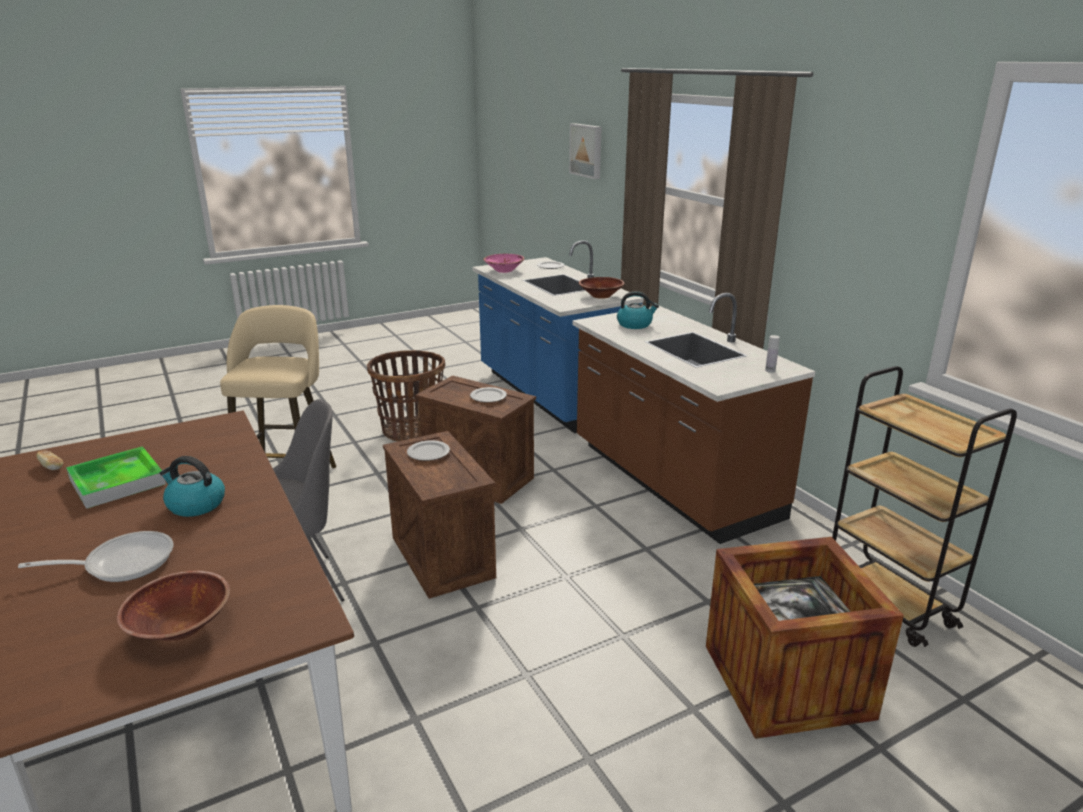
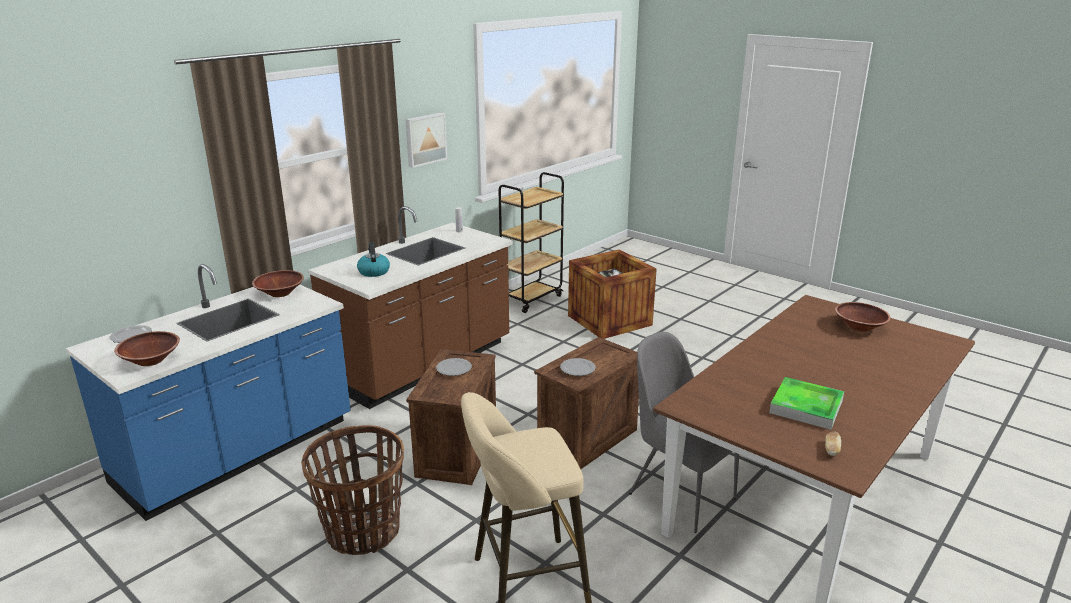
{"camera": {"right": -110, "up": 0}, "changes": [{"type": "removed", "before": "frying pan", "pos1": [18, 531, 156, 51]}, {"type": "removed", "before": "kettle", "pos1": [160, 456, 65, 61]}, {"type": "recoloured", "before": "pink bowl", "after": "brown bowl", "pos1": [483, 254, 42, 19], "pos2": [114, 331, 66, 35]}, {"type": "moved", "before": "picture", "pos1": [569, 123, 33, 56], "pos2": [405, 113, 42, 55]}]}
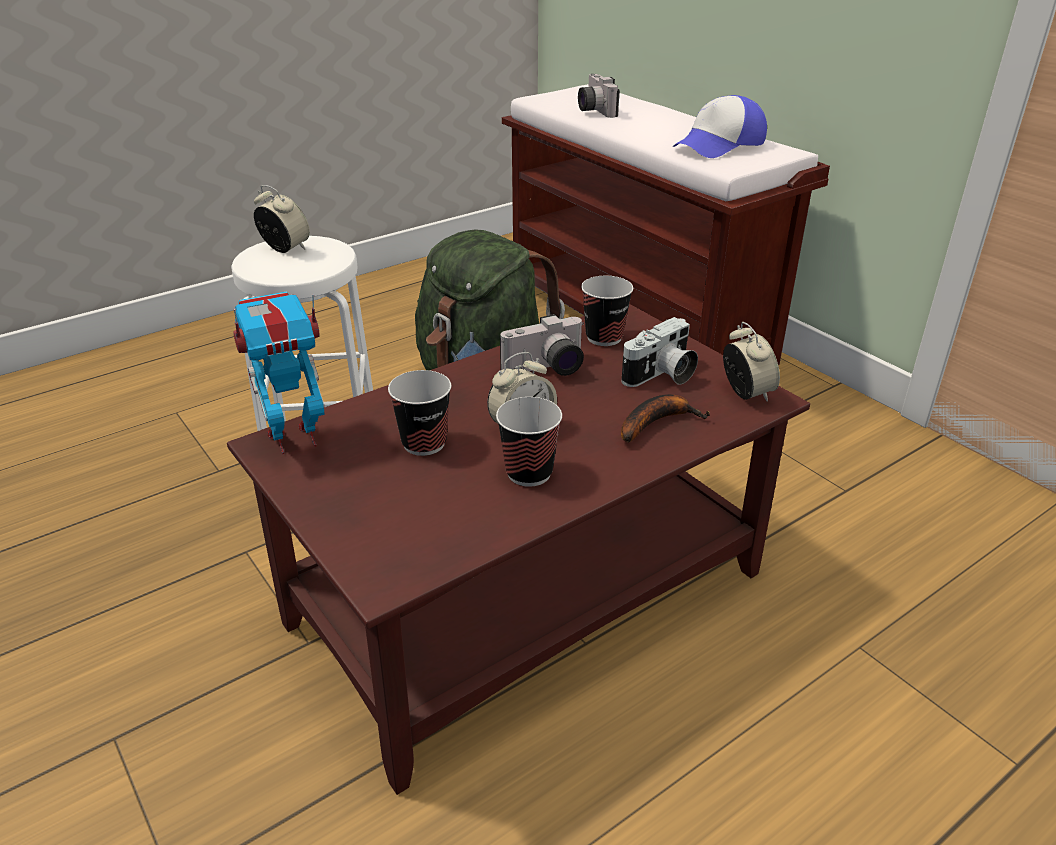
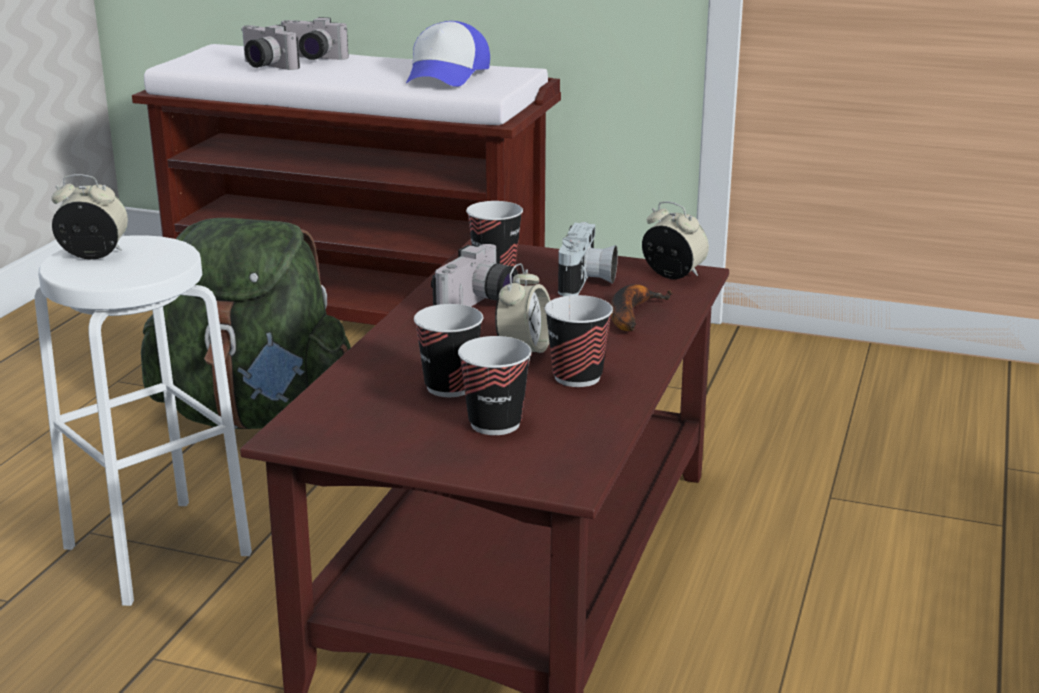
{"camera": {"right": -35, "up": -10}, "changes": [{"type": "removed", "before": "toy robot", "pos1": [233, 292, 92, 162]}, {"type": "added", "after": "photo camera", "pos2": [281, 17, 68, 43]}, {"type": "added", "after": "cup", "pos2": [458, 336, 74, 99]}]}
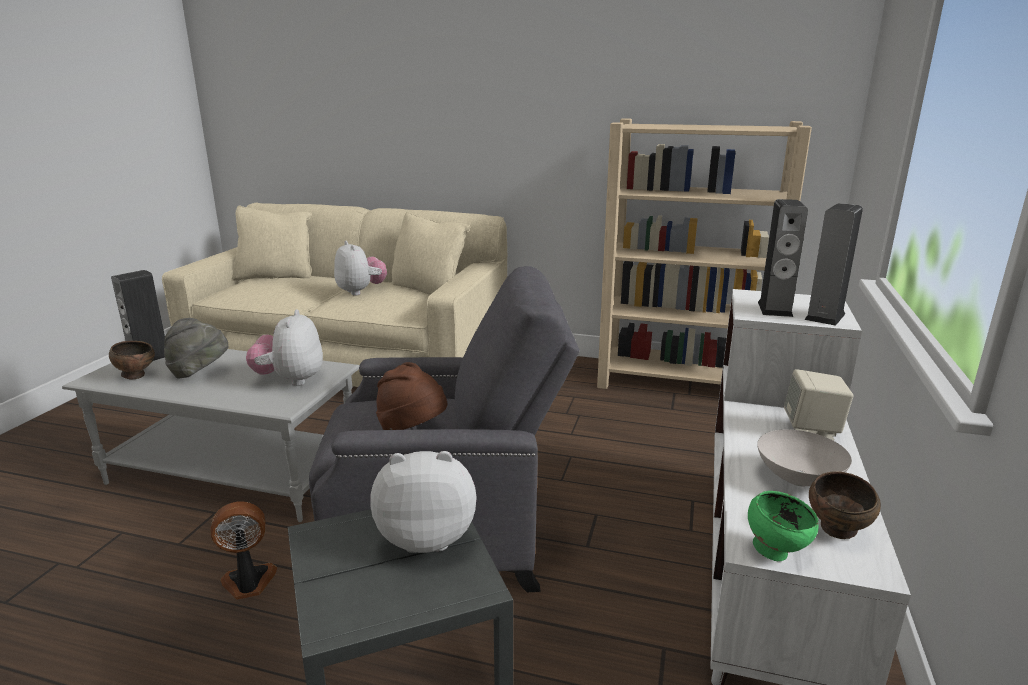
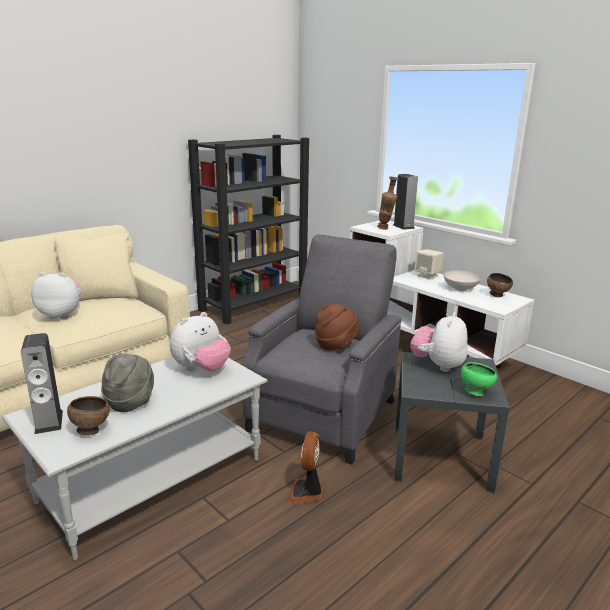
{"camera": {"right": -60, "up": 0}, "changes": [{"type": "turned", "before": "plush toy", "pos1": [246, 309, 77, 77], "pos2": [170, 312, 61, 60], "turn": -75}, {"type": "recoloured", "before": "beige bookcase", "after": "black bookcase", "pos1": [597, 118, 215, 271], "pos2": [188, 135, 121, 190]}, {"type": "moved", "before": "green bowl", "pos1": [748, 491, 71, 70], "pos2": [461, 362, 36, 34]}, {"type": "replaced", "before": "speaker", "after": "vase", "pos1": [758, 199, 50, 118], "pos2": [377, 177, 22, 53]}]}
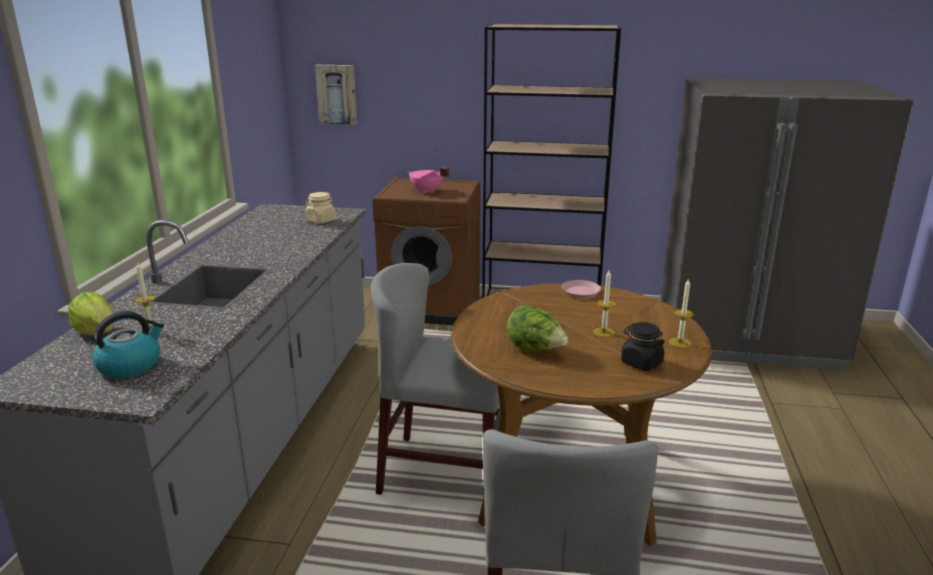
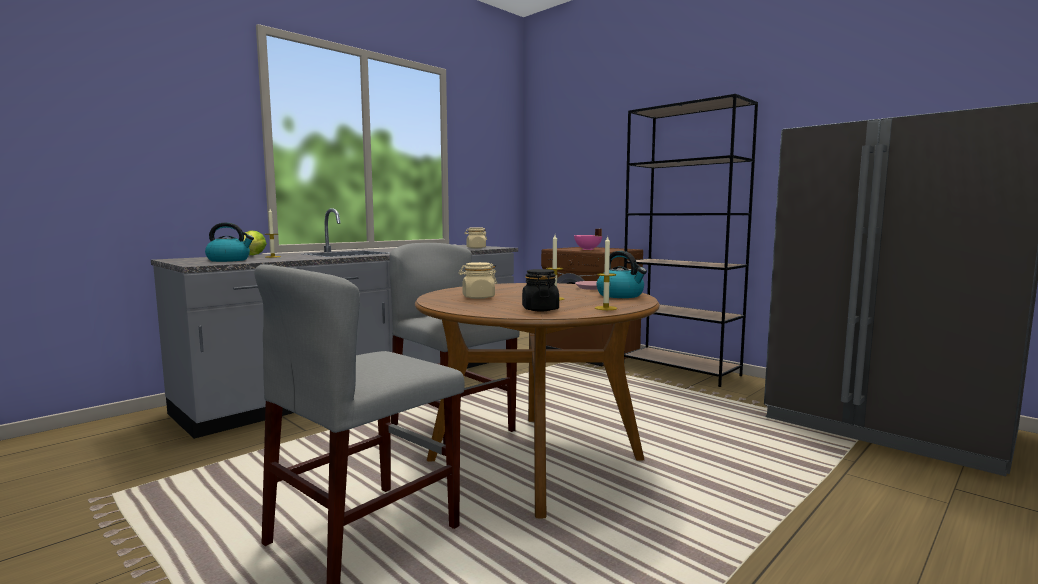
{"camera": {"right": 35, "up": -15}, "changes": [{"type": "removed", "before": "picture", "pos1": [315, 65, 42, 60]}, {"type": "replaced", "before": "lettuce", "after": "beige jar", "pos1": [507, 305, 61, 46], "pos2": [459, 262, 38, 37]}, {"type": "added", "after": "kettle", "pos2": [596, 251, 51, 47]}]}
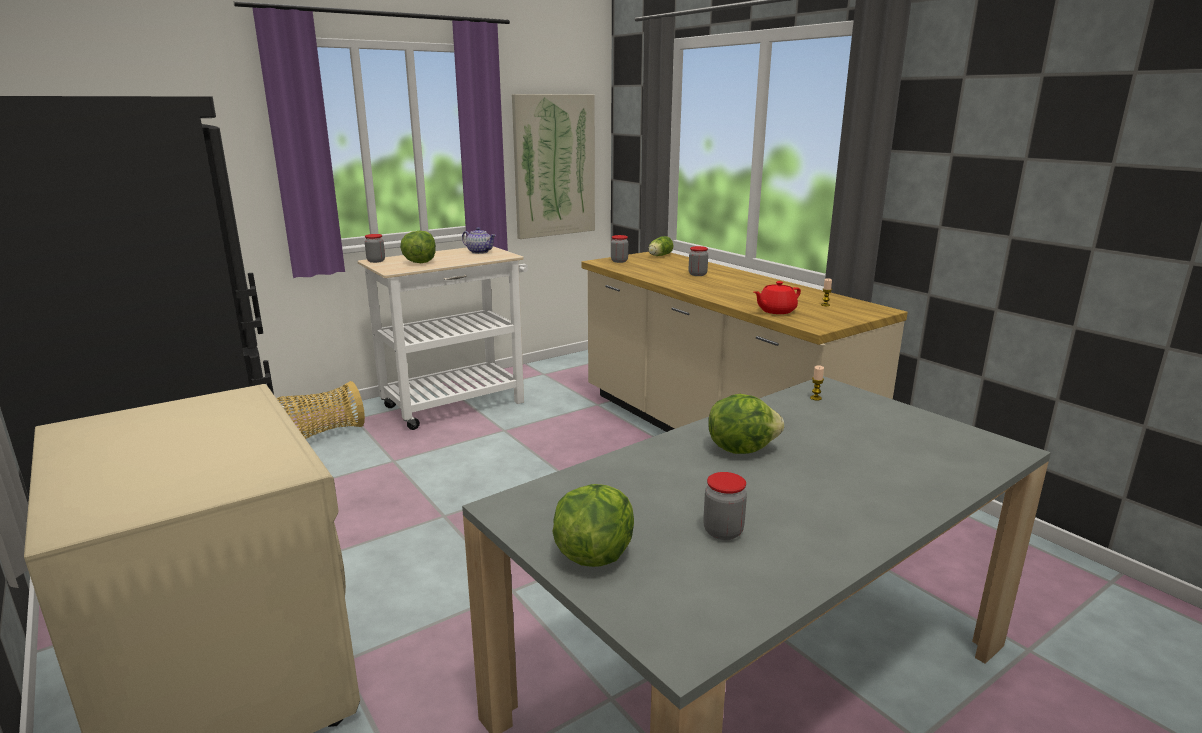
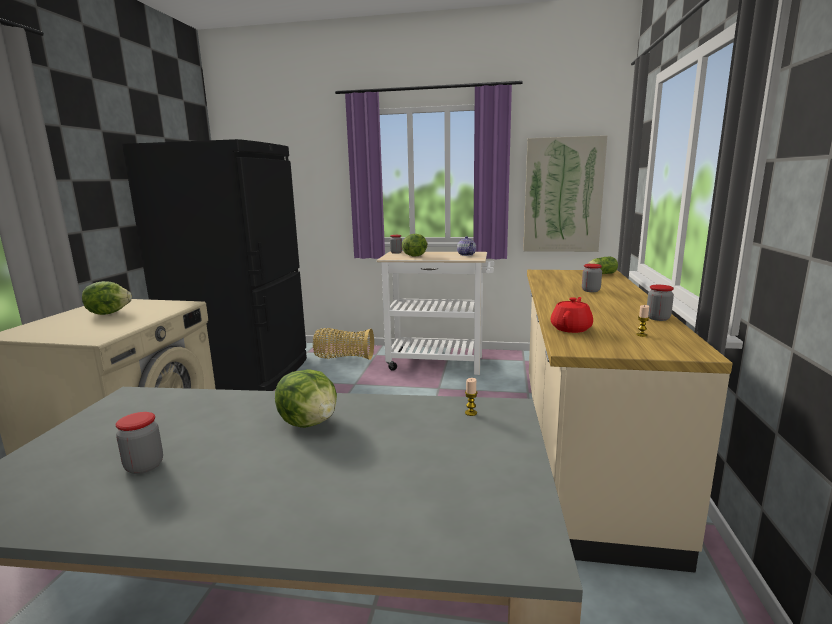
{"camera": {"right": 45, "up": -5}, "changes": [{"type": "moved", "before": "lettuce", "pos1": [552, 484, 82, 83], "pos2": [82, 281, 50, 34]}, {"type": "moved", "before": "jar", "pos1": [611, 235, 17, 28], "pos2": [647, 285, 27, 36]}, {"type": "turned", "before": "red teapot", "pos1": [754, 281, 47, 33], "pos2": [550, 297, 43, 36], "turn": 105}]}
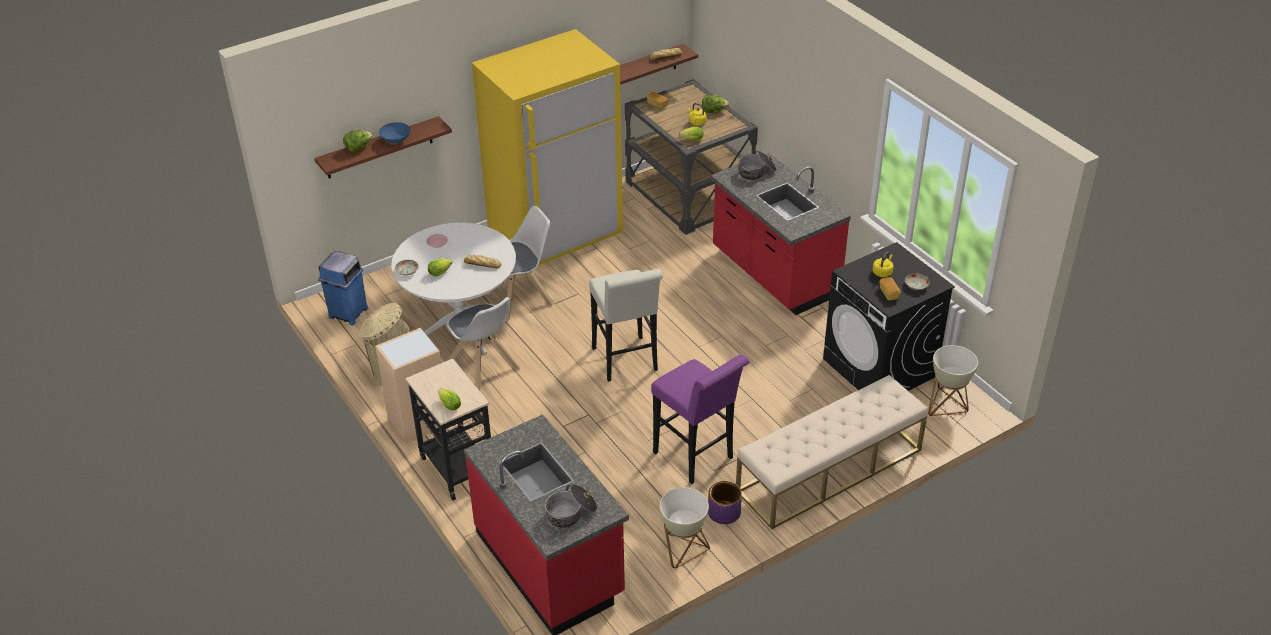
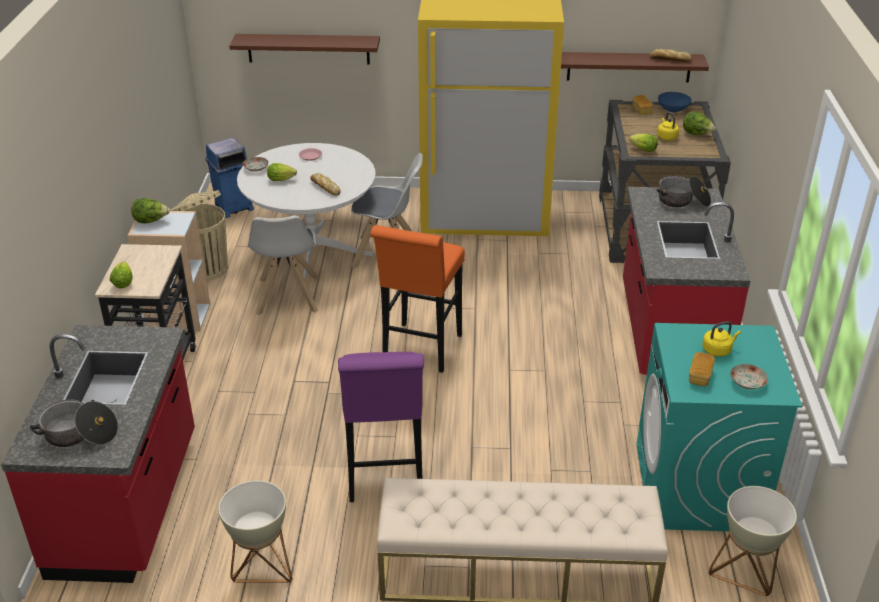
{"camera": {"right": 35, "up": -5}, "changes": [{"type": "moved", "before": "lettuce", "pos1": [343, 130, 30, 22], "pos2": [132, 198, 38, 25]}, {"type": "moved", "before": "blue bowl", "pos1": [379, 122, 31, 21], "pos2": [658, 92, 34, 21]}, {"type": "recoloured", "before": "white stool", "after": "orange stool", "pos1": [589, 269, 74, 113], "pos2": [370, 225, 95, 148]}, {"type": "removed", "before": "purple planter", "pos1": [708, 481, 34, 43]}, {"type": "recoloured", "before": "black washing machine", "after": "turquoise washing machine", "pos1": [823, 242, 132, 149], "pos2": [636, 323, 166, 209]}]}
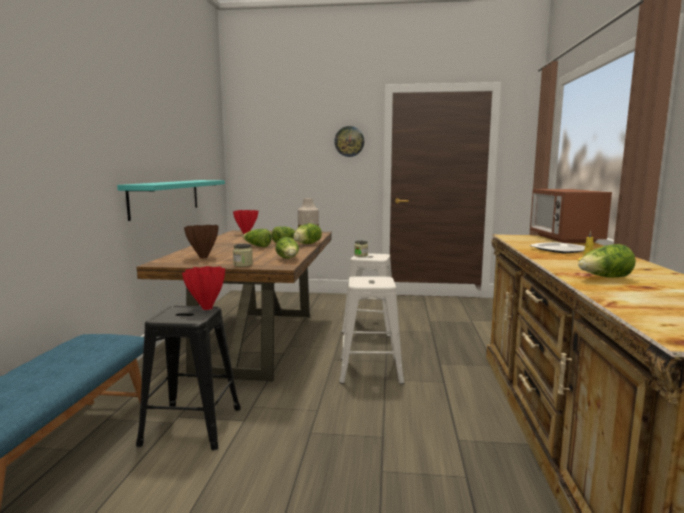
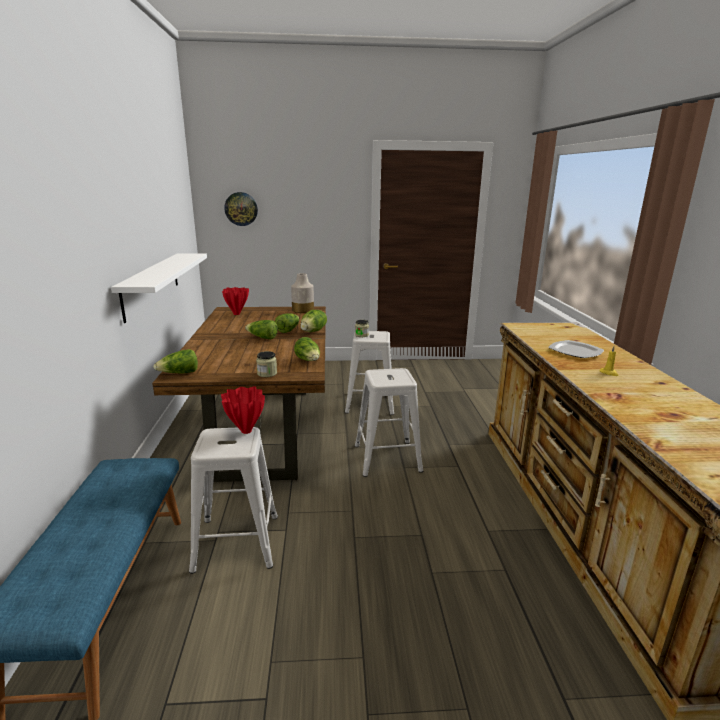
{"camera": {"right": -10, "up": 10}, "changes": [{"type": "recoloured", "before": "turquoise shelf", "after": "white shelf", "pos1": [117, 180, 108, 41], "pos2": [111, 254, 96, 69]}, {"type": "recoloured", "before": "black stool", "after": "white stool", "pos1": [136, 306, 105, 144], "pos2": [189, 427, 89, 147]}, {"type": "removed", "before": "brown vase", "pos1": [184, 225, 35, 34]}, {"type": "moved", "before": "wall clock", "pos1": [334, 126, 30, 31], "pos2": [224, 192, 34, 34]}, {"type": "removed", "before": "microwave", "pos1": [530, 189, 82, 54]}, {"type": "moved", "before": "lettuce", "pos1": [578, 244, 58, 34], "pos2": [154, 349, 44, 25]}]}
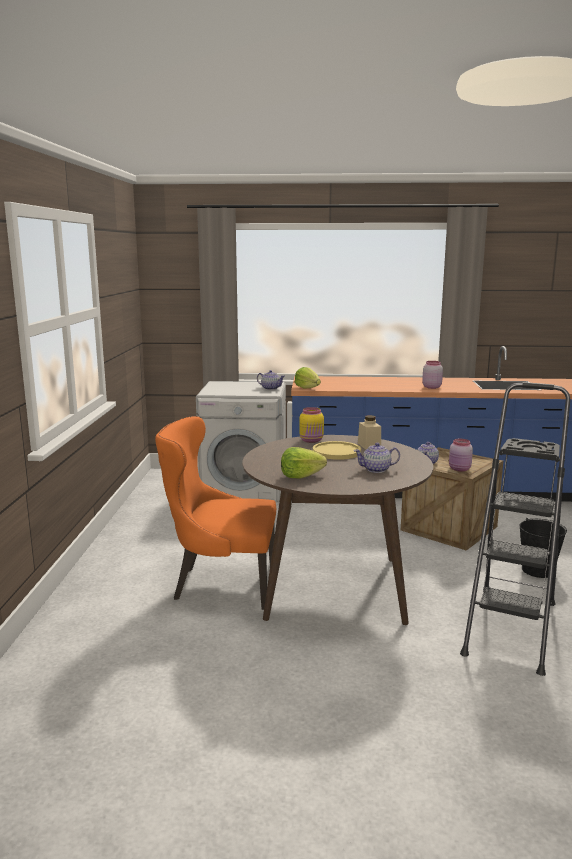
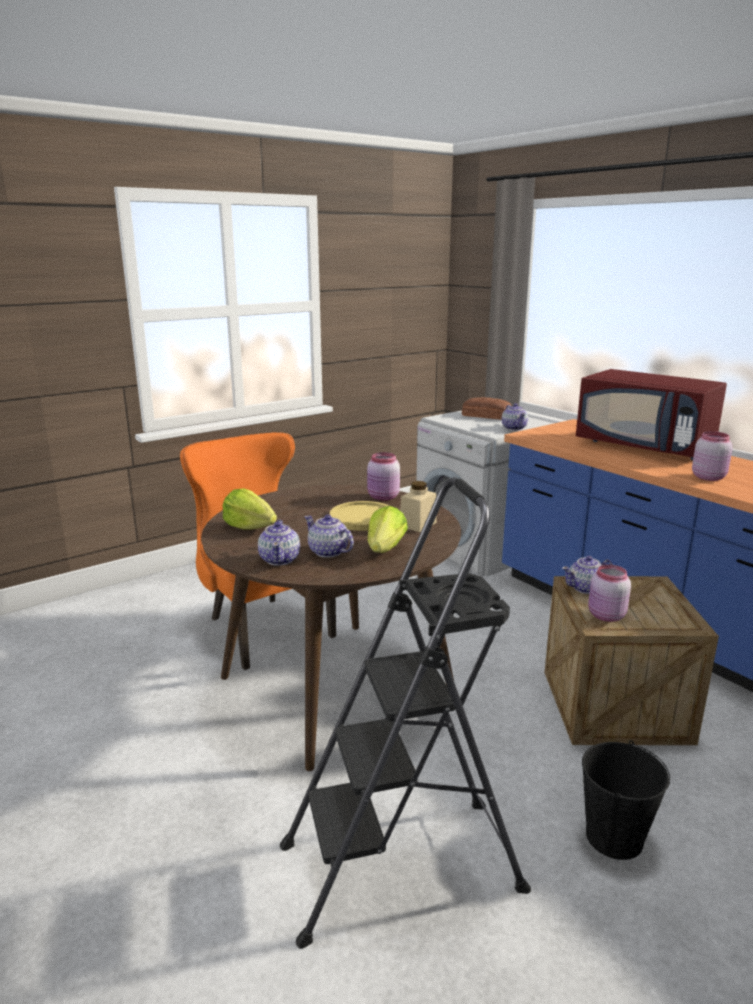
{"camera": {"right": 50, "up": 5}, "changes": [{"type": "moved", "before": "lettuce", "pos1": [295, 367, 26, 22], "pos2": [368, 506, 40, 47]}, {"type": "recoloured", "before": "yellow jar", "after": "pink jar", "pos1": [299, 407, 25, 36], "pos2": [367, 452, 33, 49]}, {"type": "added", "after": "teapot", "pos2": [258, 520, 42, 46]}, {"type": "added", "after": "bread", "pos2": [462, 397, 50, 23]}, {"type": "added", "after": "red microwave", "pos2": [576, 369, 151, 91]}]}
